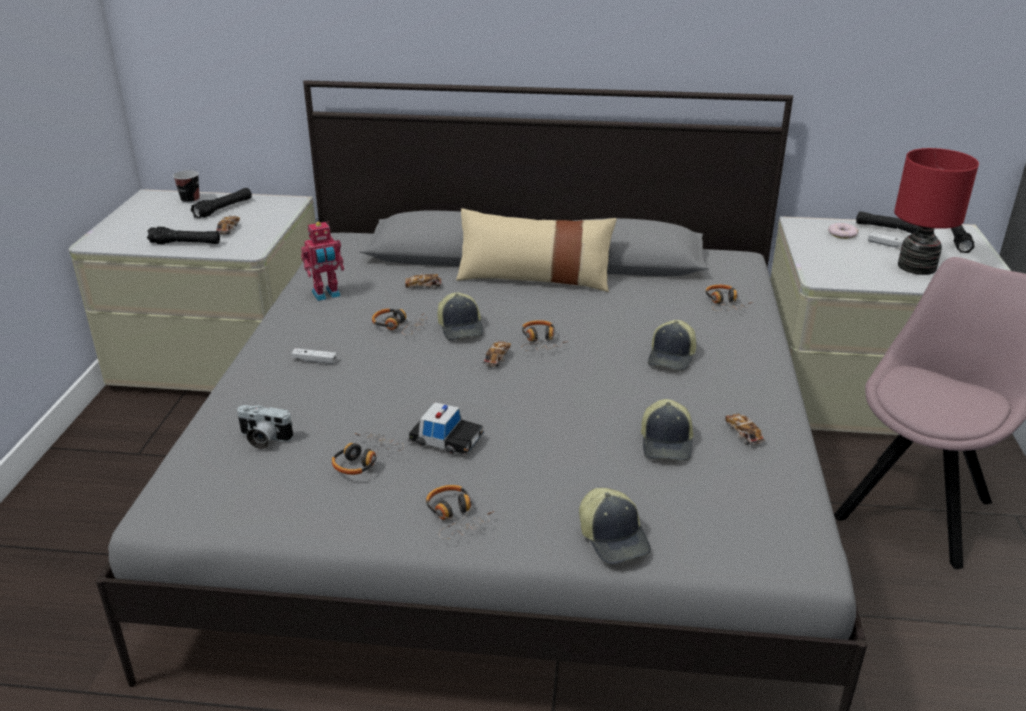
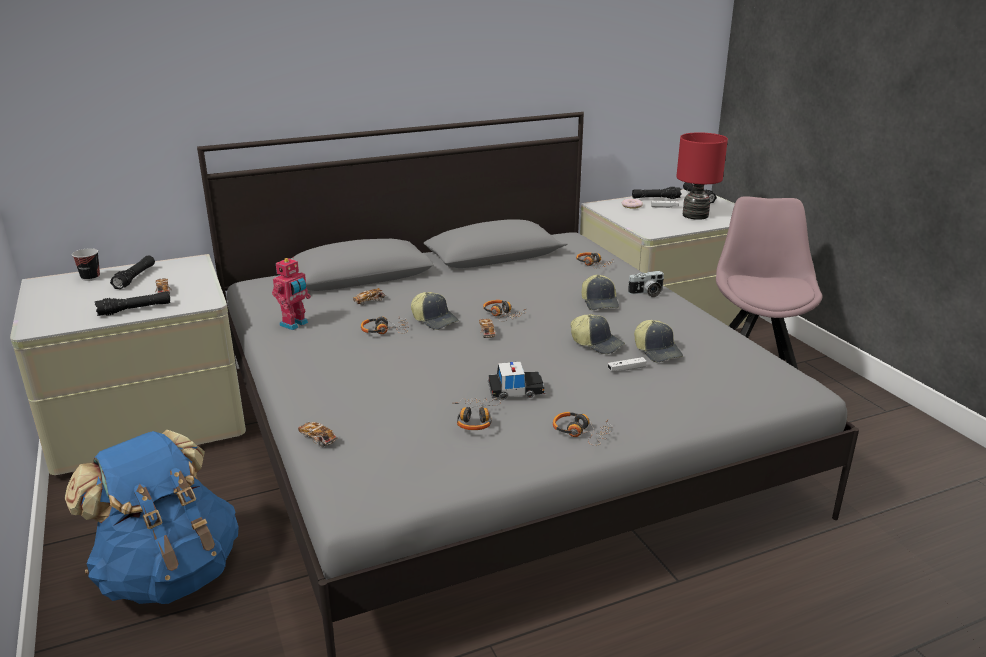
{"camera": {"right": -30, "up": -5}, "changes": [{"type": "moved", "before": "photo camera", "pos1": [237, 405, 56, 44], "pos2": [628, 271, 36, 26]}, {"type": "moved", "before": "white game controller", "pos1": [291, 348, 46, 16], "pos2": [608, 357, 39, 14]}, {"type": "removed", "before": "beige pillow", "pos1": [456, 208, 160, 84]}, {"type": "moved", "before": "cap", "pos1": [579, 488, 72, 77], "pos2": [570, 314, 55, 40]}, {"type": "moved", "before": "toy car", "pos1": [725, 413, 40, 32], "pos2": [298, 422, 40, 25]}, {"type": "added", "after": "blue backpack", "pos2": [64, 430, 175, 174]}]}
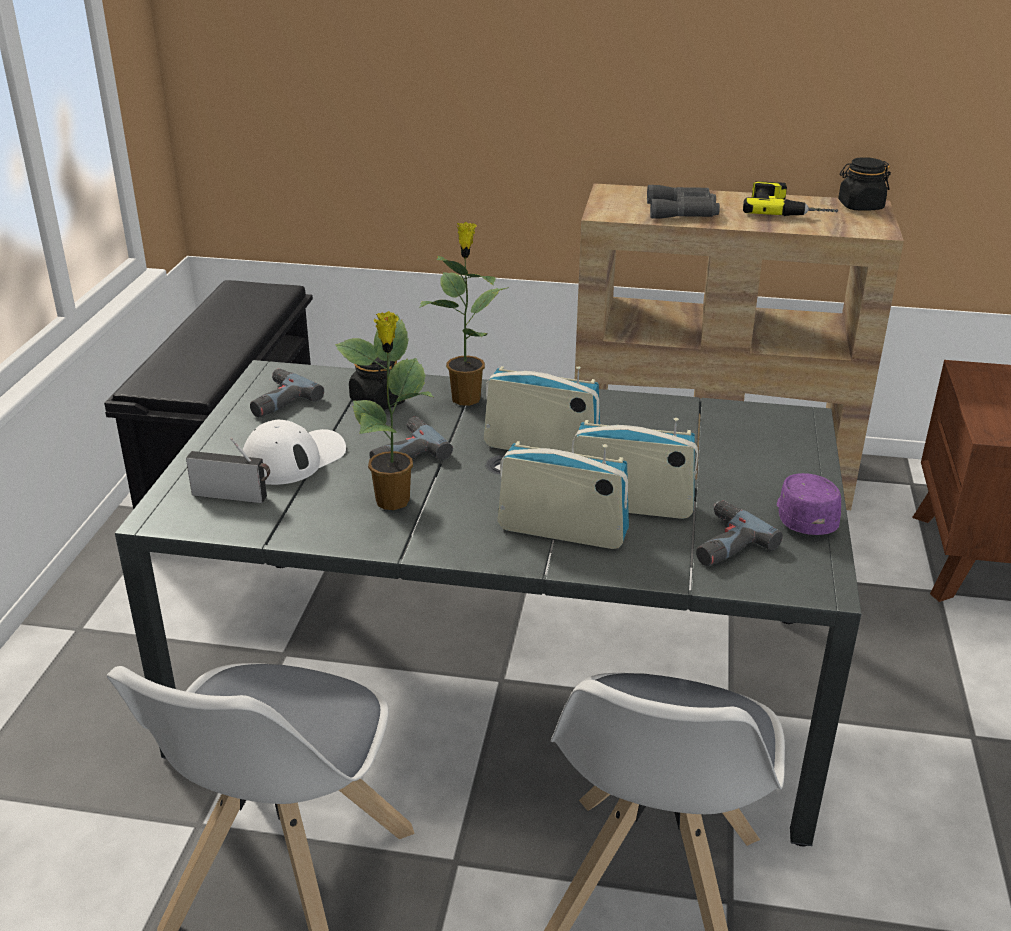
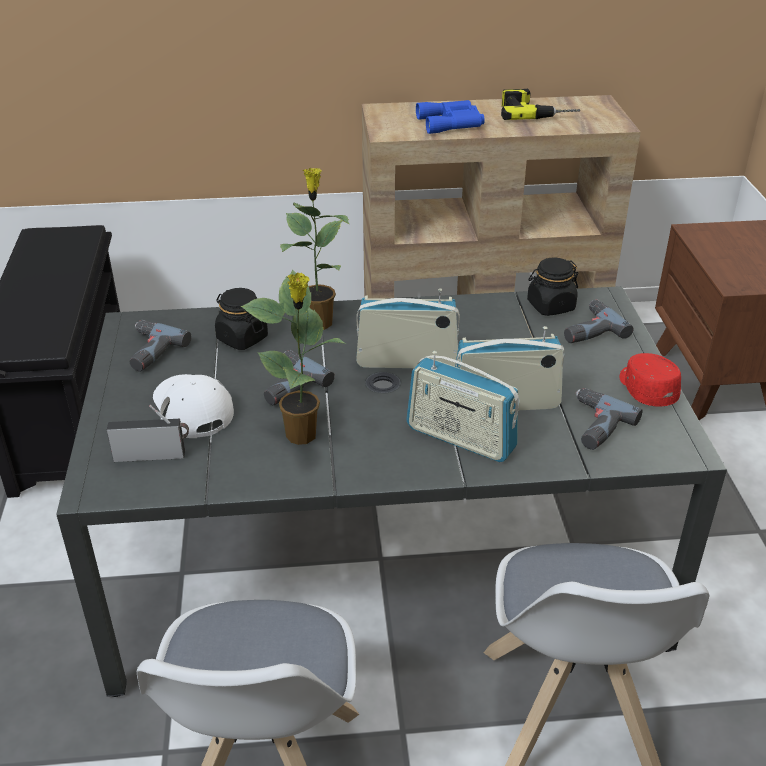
{"camera": {"right": -15, "up": 5}, "changes": [{"type": "turned", "before": "white cap", "pos1": [241, 419, 105, 66], "pos2": [153, 374, 81, 64], "turn": -60}, {"type": "turned", "before": "radio", "pos1": [497, 441, 132, 108], "pos2": [406, 351, 113, 111], "turn": -150}, {"type": "recoloured", "before": "grey binoculars", "after": "blue binoculars", "pos1": [647, 185, 73, 34], "pos2": [416, 100, 69, 34]}, {"type": "recoloured", "before": "purple cap", "after": "red cap", "pos1": [777, 473, 64, 62], "pos2": [619, 353, 62, 54]}, {"type": "moved", "before": "black jar", "pos1": [838, 157, 53, 54], "pos2": [527, 258, 52, 58]}, {"type": "added", "after": "power drill", "pos2": [564, 300, 70, 43]}]}
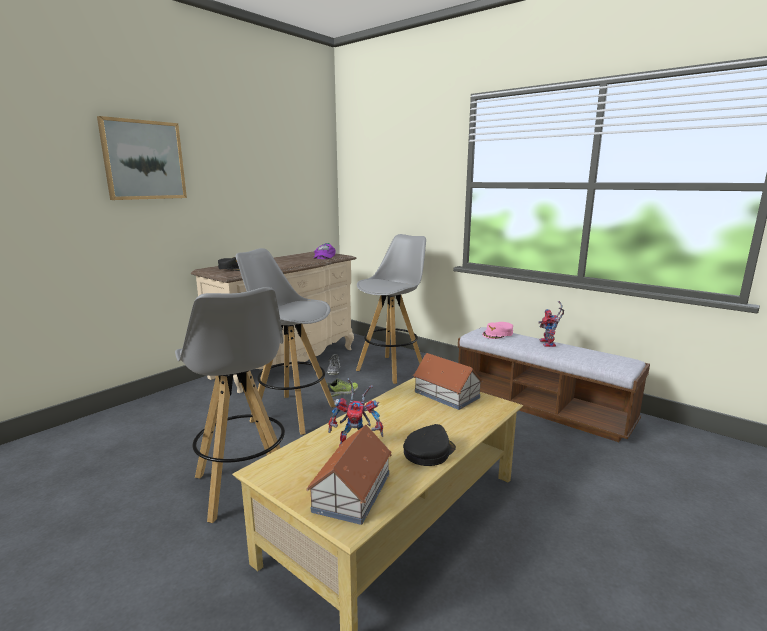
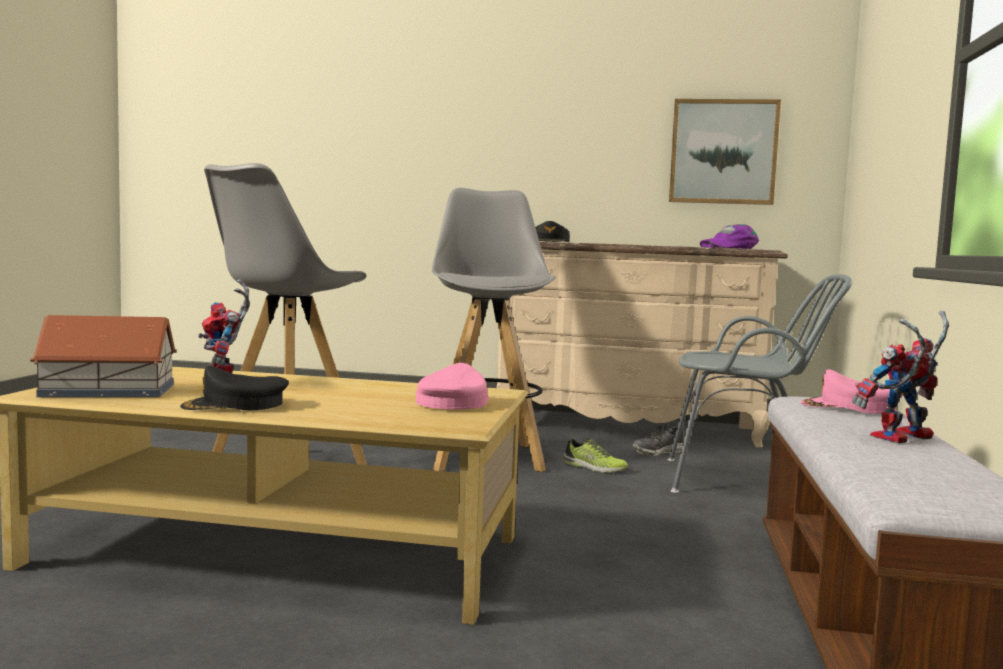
{"camera": {"right": 60, "up": -10}, "changes": [{"type": "moved", "before": "picture", "pos1": [97, 116, 90, 84], "pos2": [669, 99, 112, 106]}, {"type": "replaced", "before": "grey stool", "after": "grey chair", "pos1": [356, 234, 70, 150], "pos2": [667, 274, 186, 219]}, {"type": "turned", "before": "black cap", "pos1": [403, 424, 53, 42], "pos2": [180, 366, 109, 45], "turn": 150}, {"type": "replaced", "before": "toy house", "after": "pink cap", "pos1": [413, 353, 70, 57], "pos2": [416, 363, 74, 47]}]}
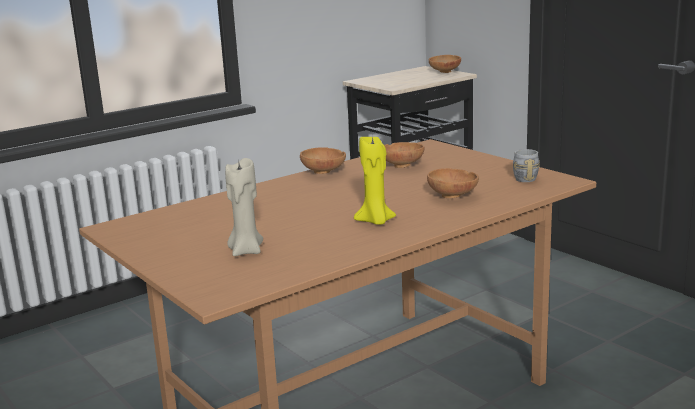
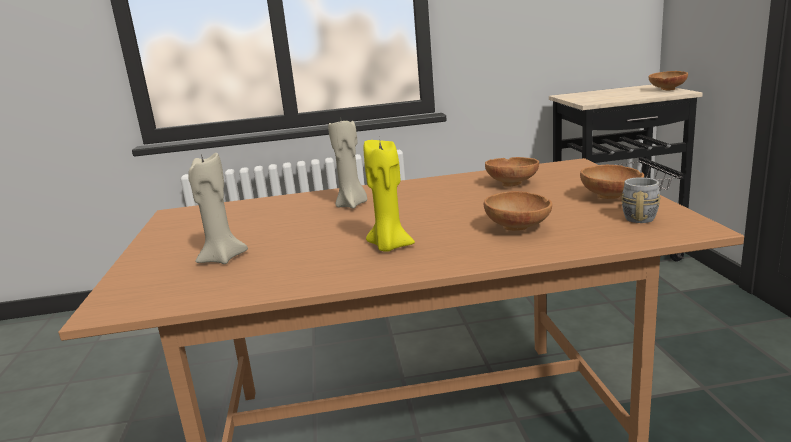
{"camera": {"right": 30, "up": 0}, "changes": [{"type": "moved", "before": "brown bowl", "pos1": [300, 147, 46, 27], "pos2": [580, 165, 64, 34]}, {"type": "added", "after": "beige candle", "pos2": [328, 120, 39, 89]}]}
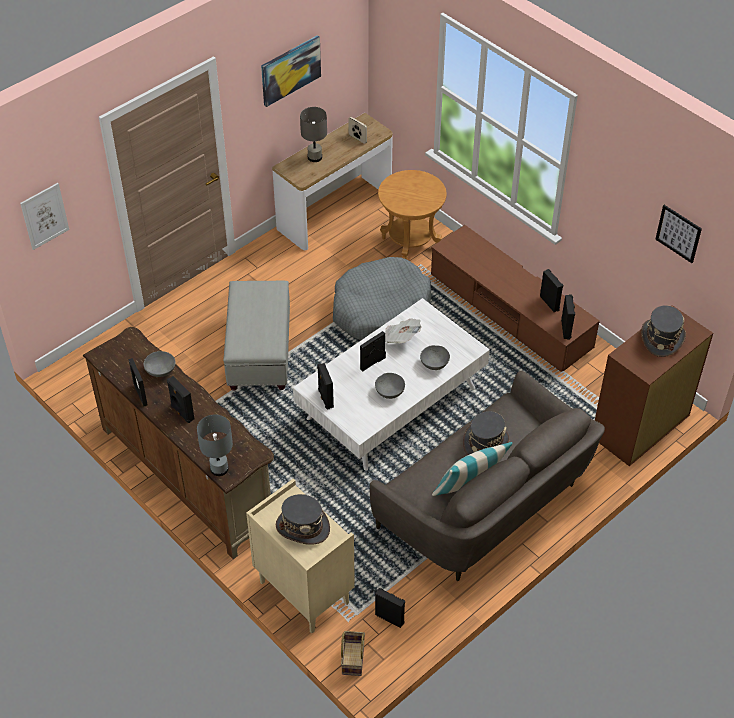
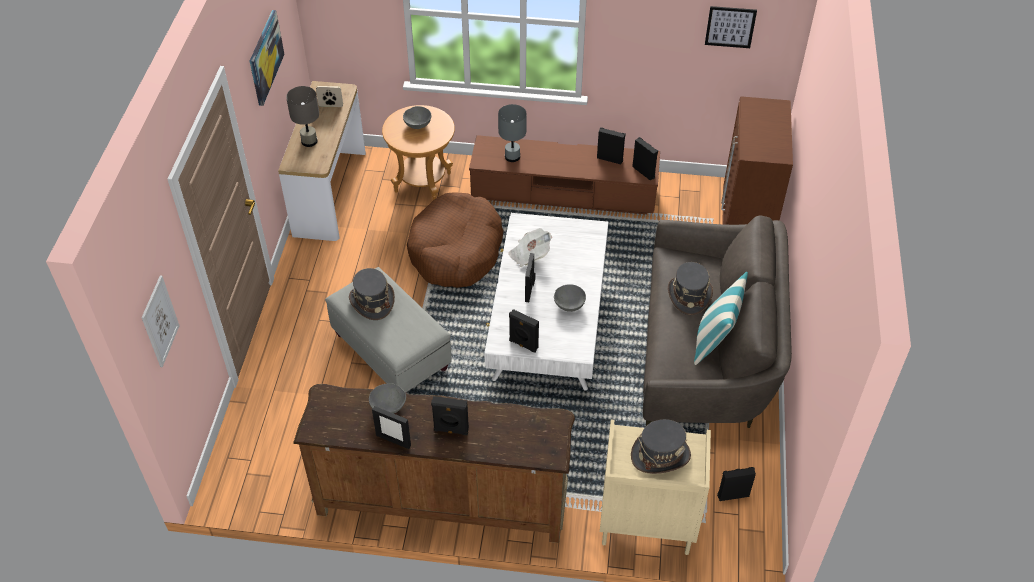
{"camera": {"right": -40, "up": 0}, "changes": [{"type": "moved", "before": "grey table lamp", "pos1": [197, 414, 36, 62], "pos2": [498, 104, 29, 58]}, {"type": "recoloured", "before": "grey dog bed", "after": "brown dog bed", "pos1": [333, 257, 99, 83], "pos2": [407, 192, 97, 96]}, {"type": "removed", "before": "basket", "pos1": [341, 631, 24, 45]}, {"type": "moved", "before": "grey bowl", "pos1": [420, 345, 30, 25], "pos2": [403, 106, 28, 23]}, {"type": "moved", "before": "grey hat", "pos1": [641, 305, 45, 52], "pos2": [349, 268, 46, 52]}]}
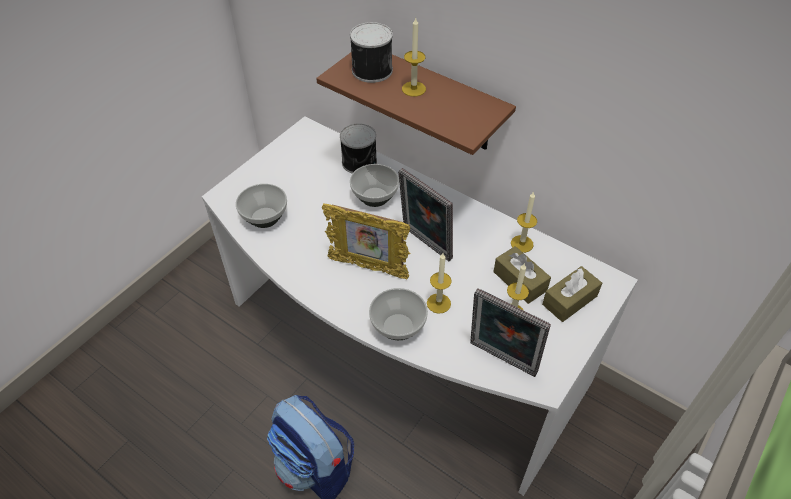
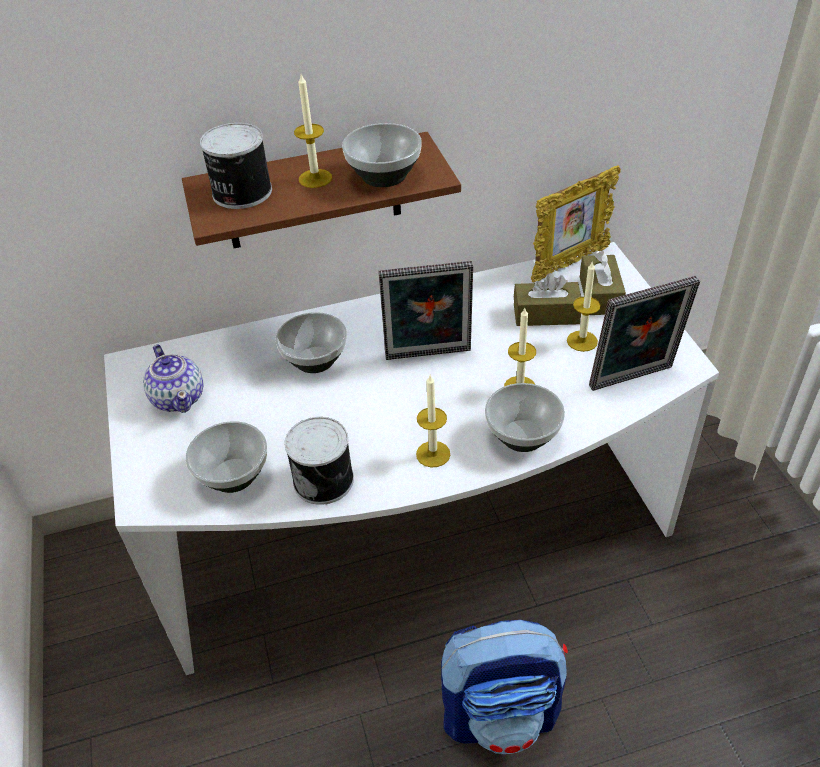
{"camera": {"right": -50, "up": -5}, "changes": [{"type": "moved", "before": "picture frame", "pos1": [322, 203, 89, 76], "pos2": [531, 165, 90, 118]}, {"type": "moved", "before": "can", "pos1": [340, 123, 37, 50], "pos2": [285, 417, 69, 88]}, {"type": "moved", "before": "candle", "pos1": [511, 191, 26, 62], "pos2": [416, 375, 34, 93]}, {"type": "added", "after": "teapot", "pos2": [143, 345, 61, 68]}, {"type": "added", "after": "bowl", "pos2": [342, 123, 80, 64]}]}
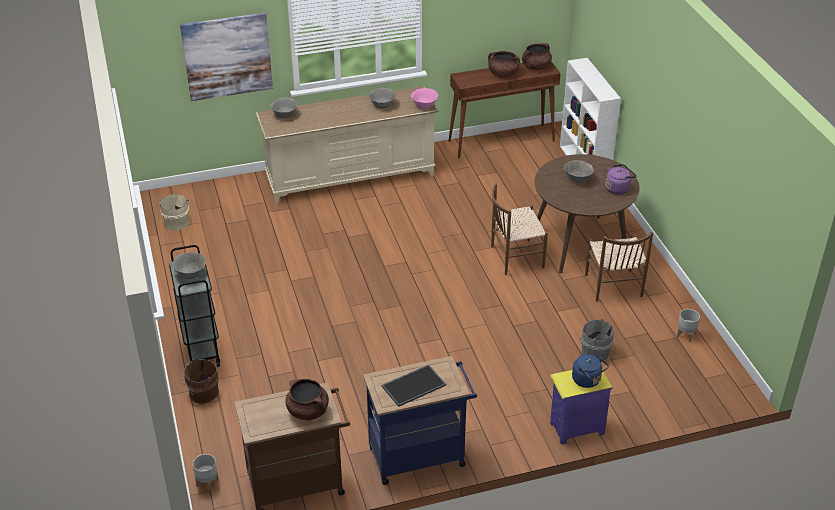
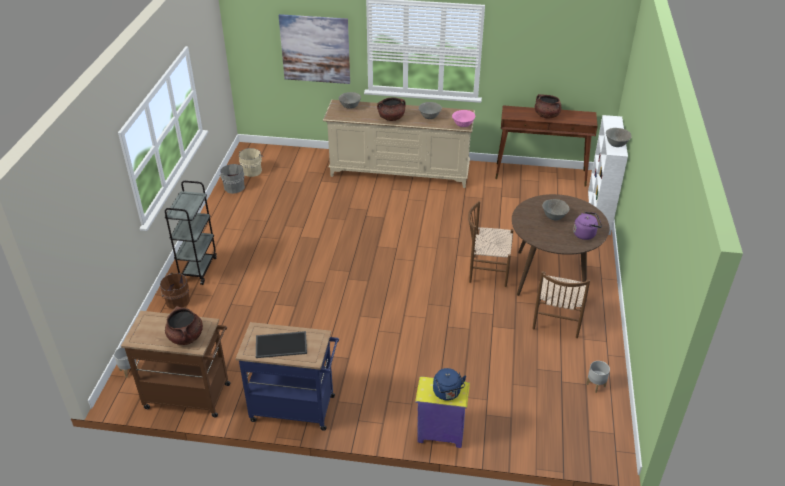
{"camera": {"right": 25, "up": 0}, "changes": [{"type": "moved", "before": "grey bowl", "pos1": [173, 252, 33, 27], "pos2": [606, 128, 26, 19]}, {"type": "moved", "before": "brown cooking pot", "pos1": [522, 43, 30, 27], "pos2": [377, 97, 29, 24]}, {"type": "moved", "before": "grey bucket", "pos1": [579, 319, 35, 41], "pos2": [219, 164, 26, 30]}]}
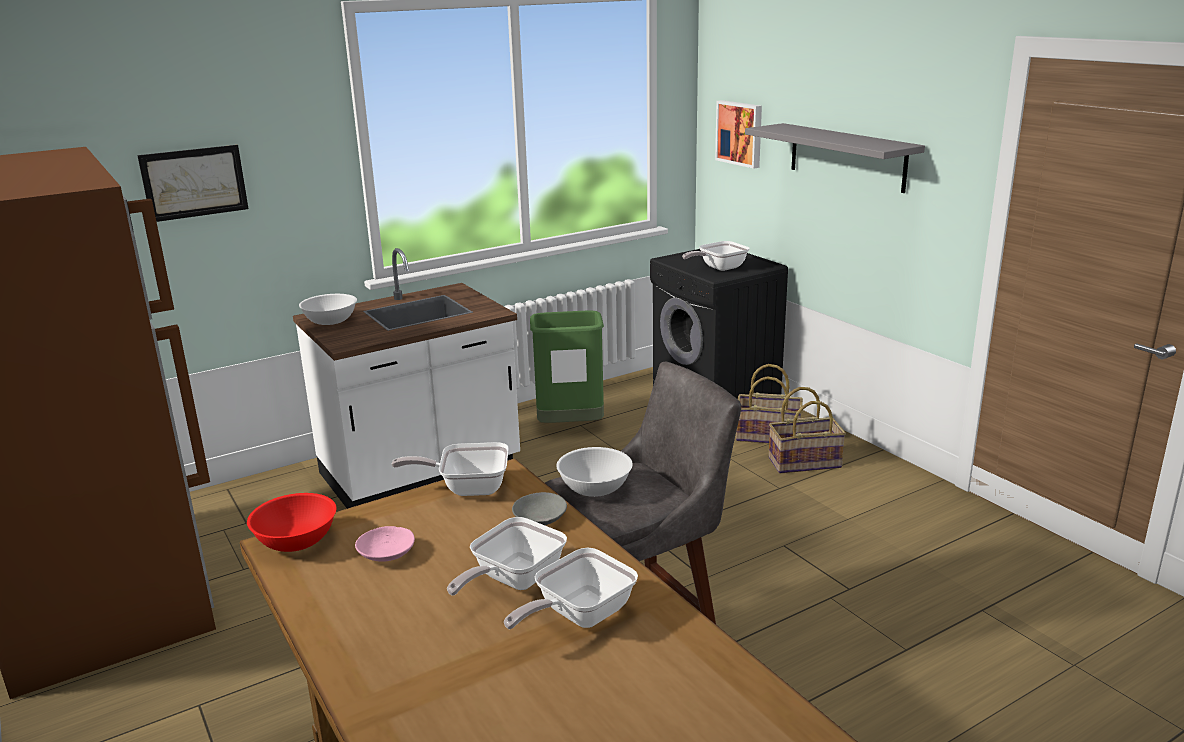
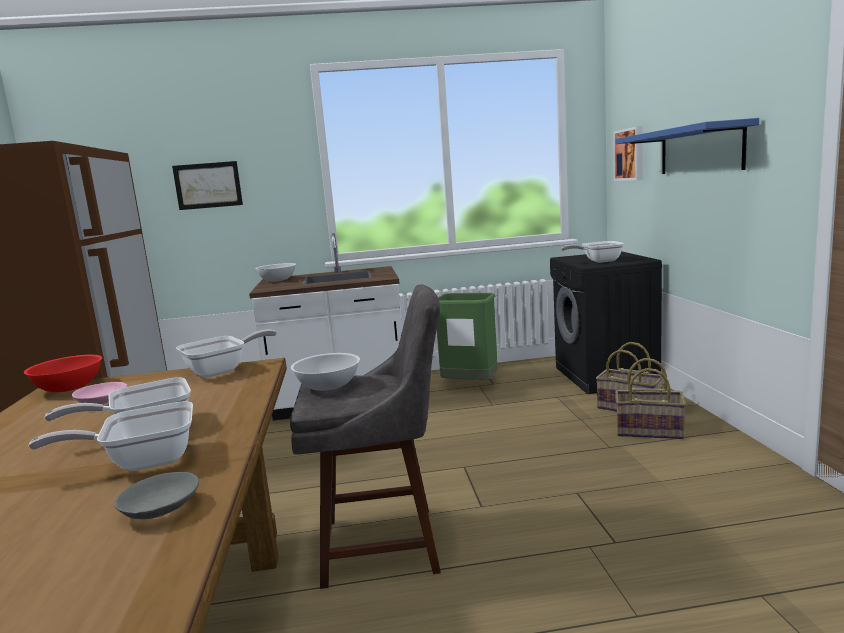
{"camera": {"right": 25, "up": -10}, "changes": [{"type": "turned", "before": "frying pan", "pos1": [391, 442, 118, 54], "pos2": [176, 330, 101, 48], "turn": 120}, {"type": "moved", "before": "grey bowl", "pos1": [512, 492, 55, 33], "pos2": [115, 472, 84, 47]}, {"type": "recoloured", "before": "grey shelf", "after": "blue shelf", "pos1": [745, 123, 180, 70], "pos2": [615, 118, 144, 56]}]}
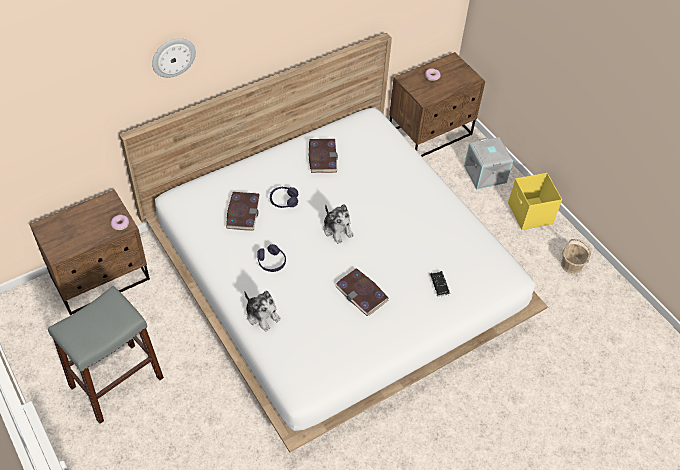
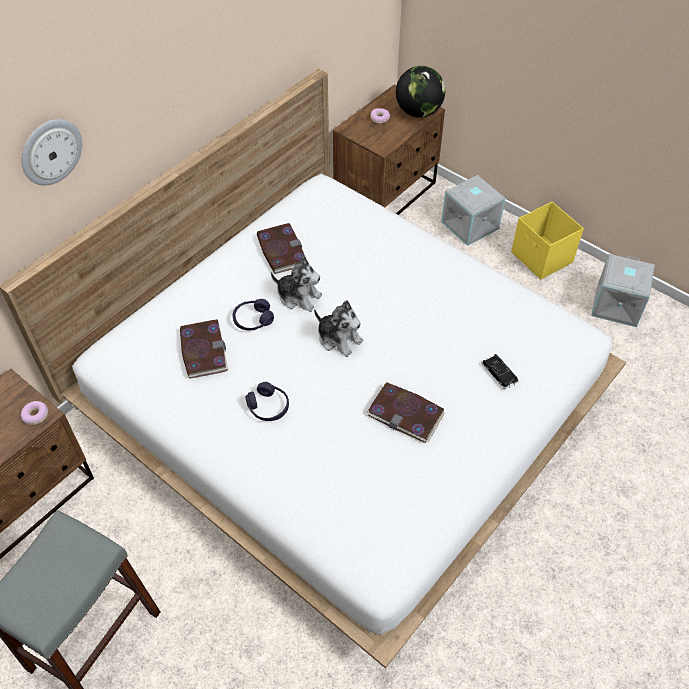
{"camera": {"right": -15, "up": 0}, "changes": [{"type": "moved", "before": "plush toy", "pos1": [244, 291, 37, 41], "pos2": [271, 256, 51, 56]}, {"type": "replaced", "before": "basket", "after": "grey storage box", "pos1": [561, 239, 30, 35], "pos2": [591, 254, 64, 73]}, {"type": "added", "after": "globe", "pos2": [396, 66, 49, 51]}]}
